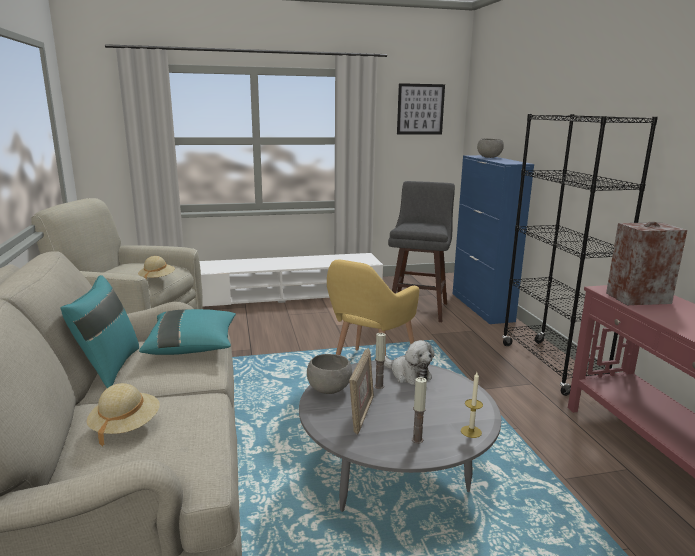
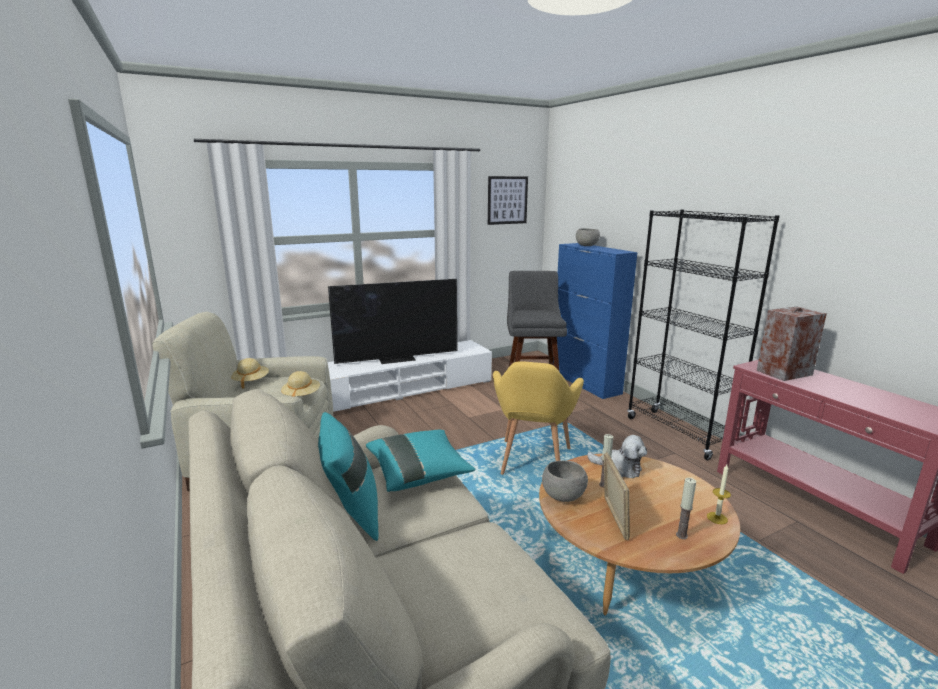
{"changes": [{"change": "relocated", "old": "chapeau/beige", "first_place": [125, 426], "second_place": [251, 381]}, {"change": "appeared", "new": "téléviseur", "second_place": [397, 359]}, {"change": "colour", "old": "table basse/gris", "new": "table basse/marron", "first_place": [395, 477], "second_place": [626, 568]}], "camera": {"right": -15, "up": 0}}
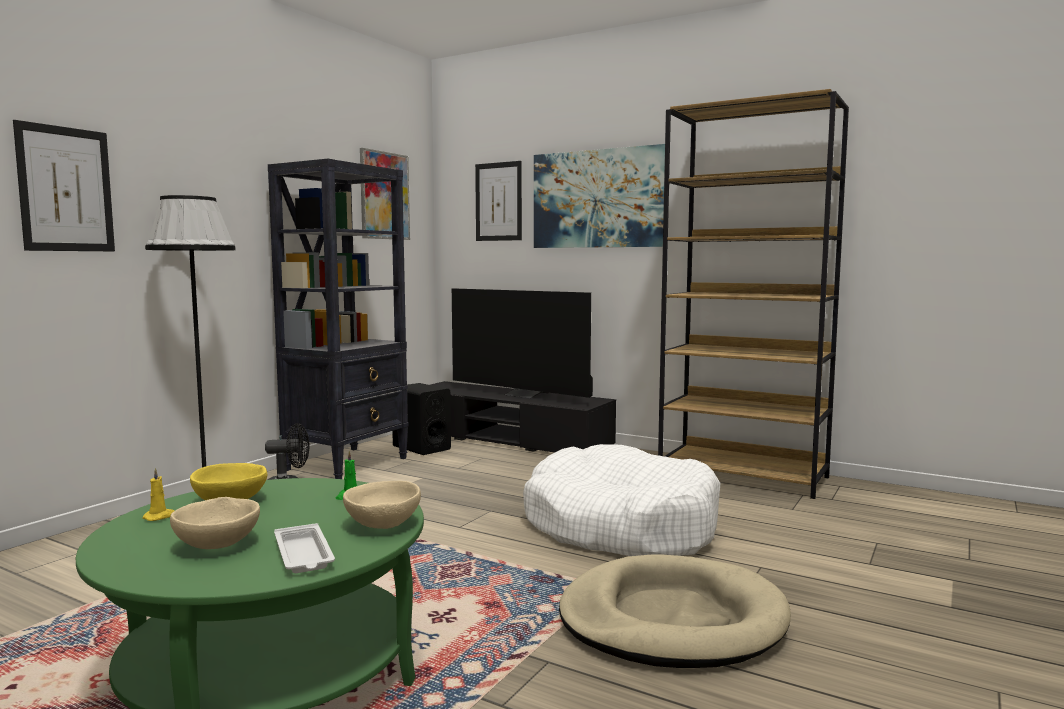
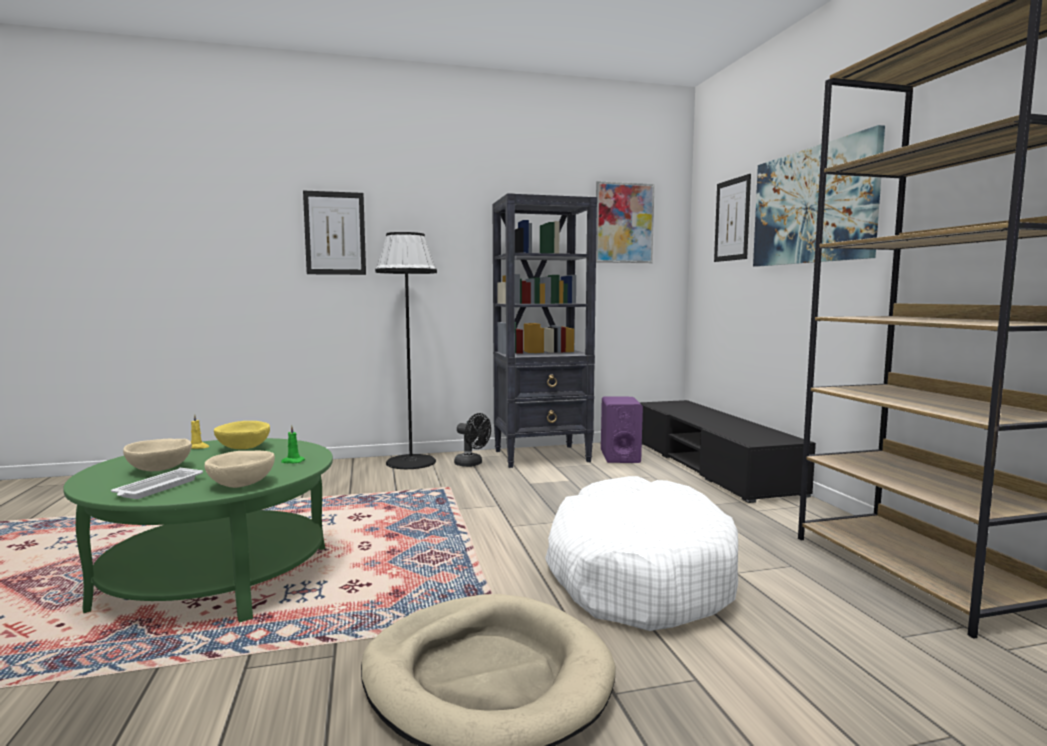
{"changes": [{"change": "colour", "old": "enceinte/noir", "new": "enceinte/violet", "first_place": [421, 447], "second_place": [620, 456]}, {"change": "missing", "old": "téléviseur", "first_place": [523, 395]}], "camera": {"right": 45, "up": 0}}
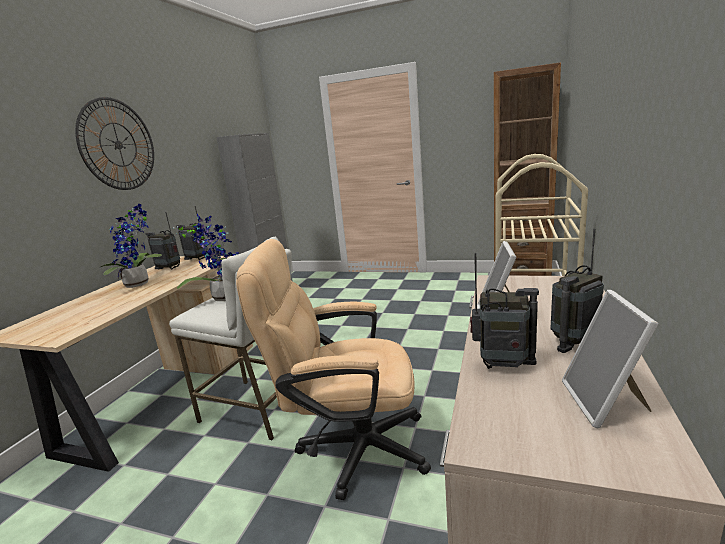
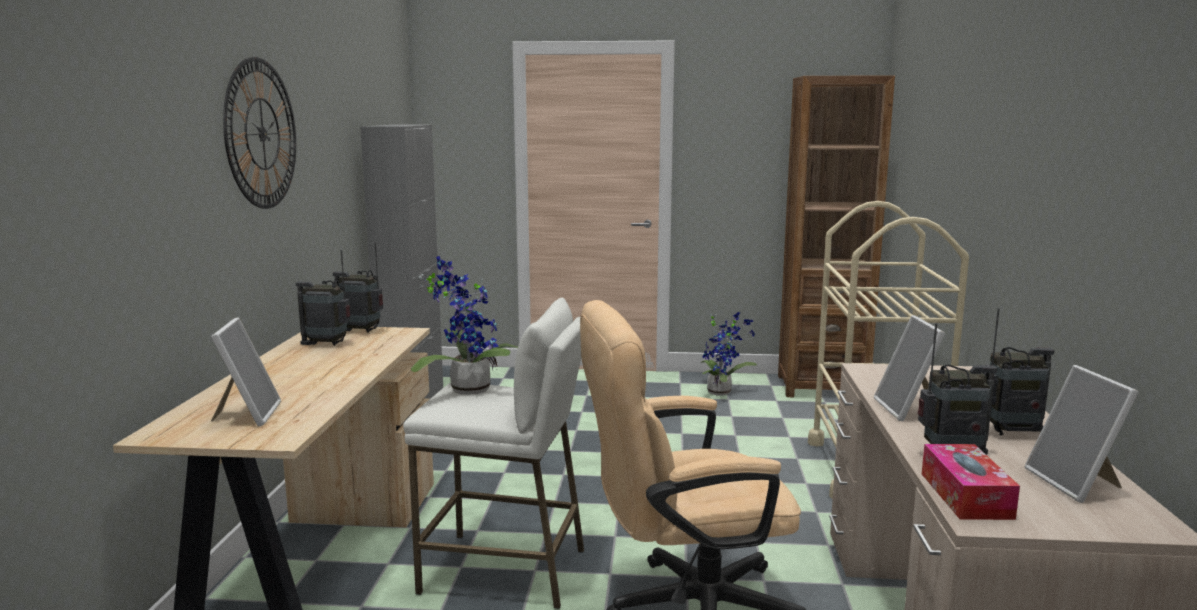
{"changes": [{"change": "appeared", "new": "cadre photo", "second_place": [247, 415]}, {"change": "relocated", "old": "plante en pot", "first_place": [140, 284], "second_place": [722, 392]}, {"change": "appeared", "new": "boîte à mouchoirs", "second_place": [965, 495]}, {"change": "spun", "old": "radio", "first_place": [573, 341], "second_place": [1011, 433], "degrees": -135}], "camera": {"right": -15, "up": -5}}
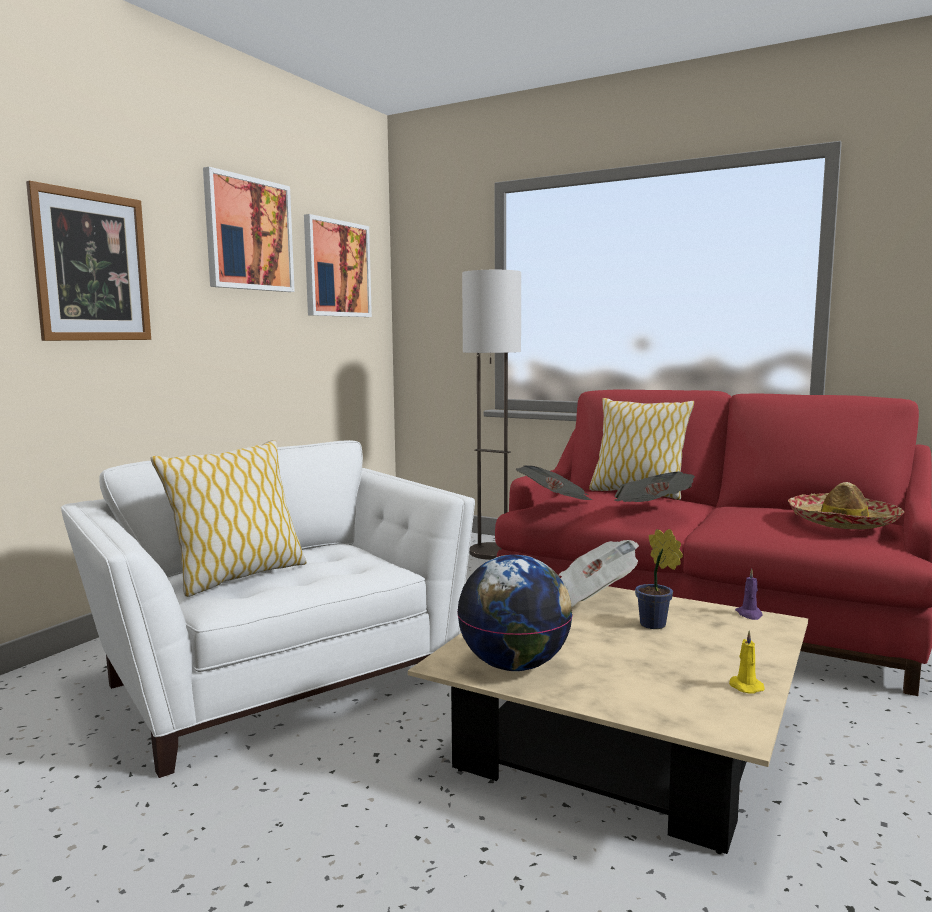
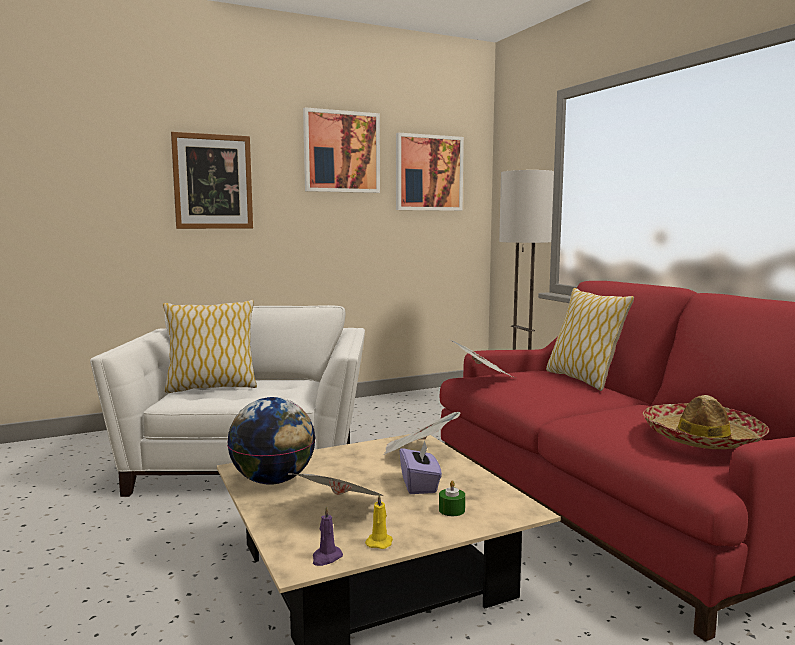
{"changes": [{"change": "relocated", "old": "journal", "first_place": [652, 510], "second_place": [342, 511]}, {"change": "relocated", "old": "bougie/violet", "first_place": [749, 614], "second_place": [326, 558]}, {"change": "exchanged", "old": "plante en pot", "new": "boîte à mouchoirs/violet", "first_place": [656, 626], "second_place": [420, 485]}, {"change": "appeared", "new": "bougie/vert", "second_place": [451, 510]}], "camera": {"right": 35, "up": 0}}
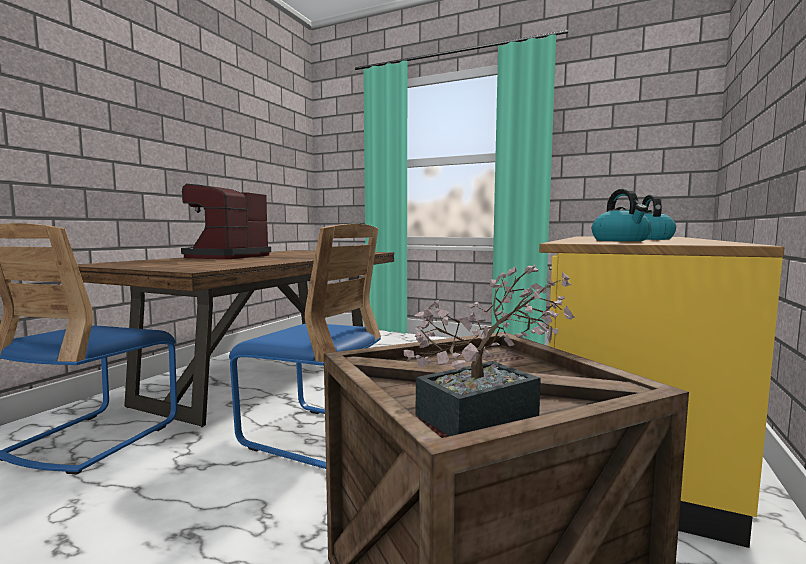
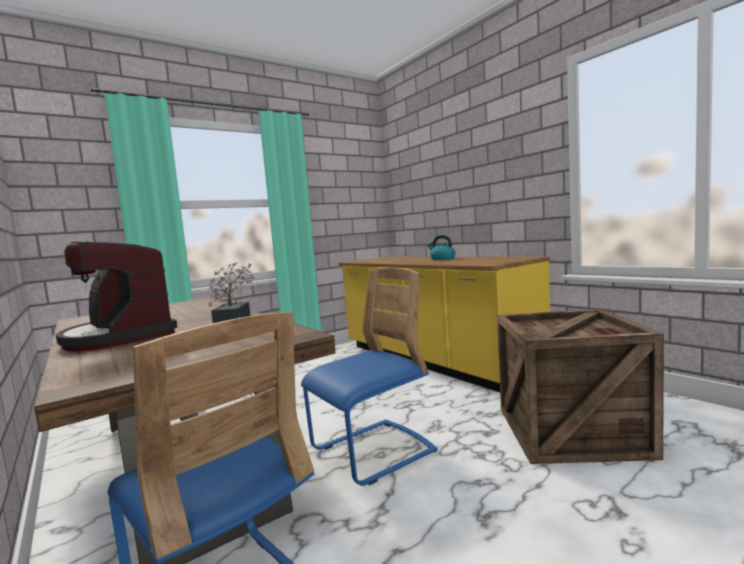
{"changes": [{"change": "relocated", "old": "plante en pot", "first_place": [489, 412], "second_place": [234, 319]}, {"change": "missing", "old": "bouilloire", "first_place": [621, 240]}], "camera": {"right": -60, "up": 0}}
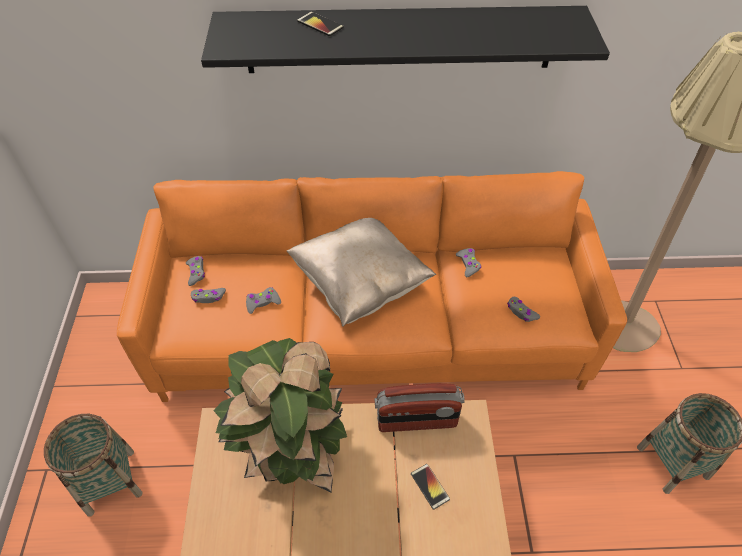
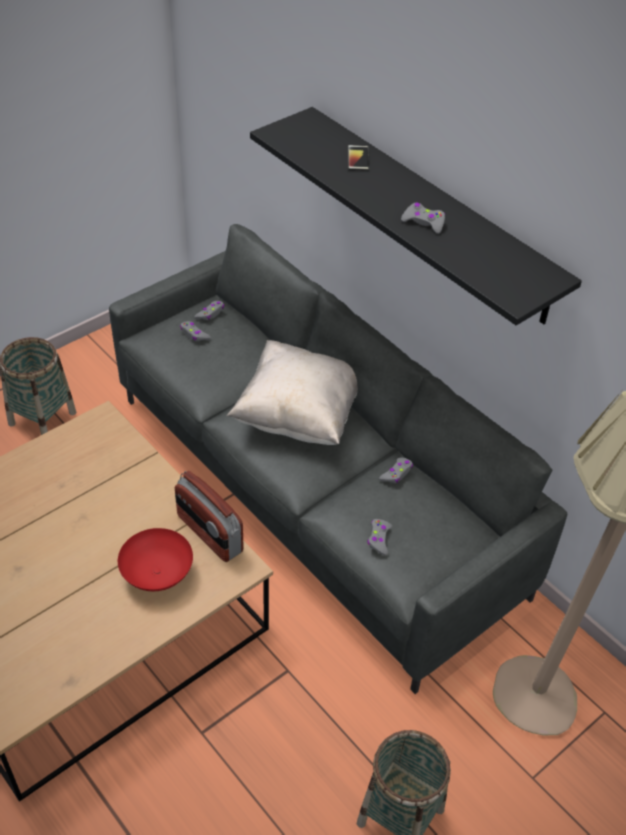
{"changes": [{"change": "colour", "old": "canapé/orange", "new": "canapé/gris", "first_place": [371, 339], "second_place": [311, 495]}, {"change": "exchanged", "old": "téléphone", "new": "bol/rouge", "first_place": [430, 486], "second_place": [156, 574]}, {"change": "relocated", "old": "manette/gris", "first_place": [262, 302], "second_place": [423, 222]}, {"change": "missing", "old": "plante en pot", "first_place": [293, 453]}], "camera": {"right": 50, "up": -5}}
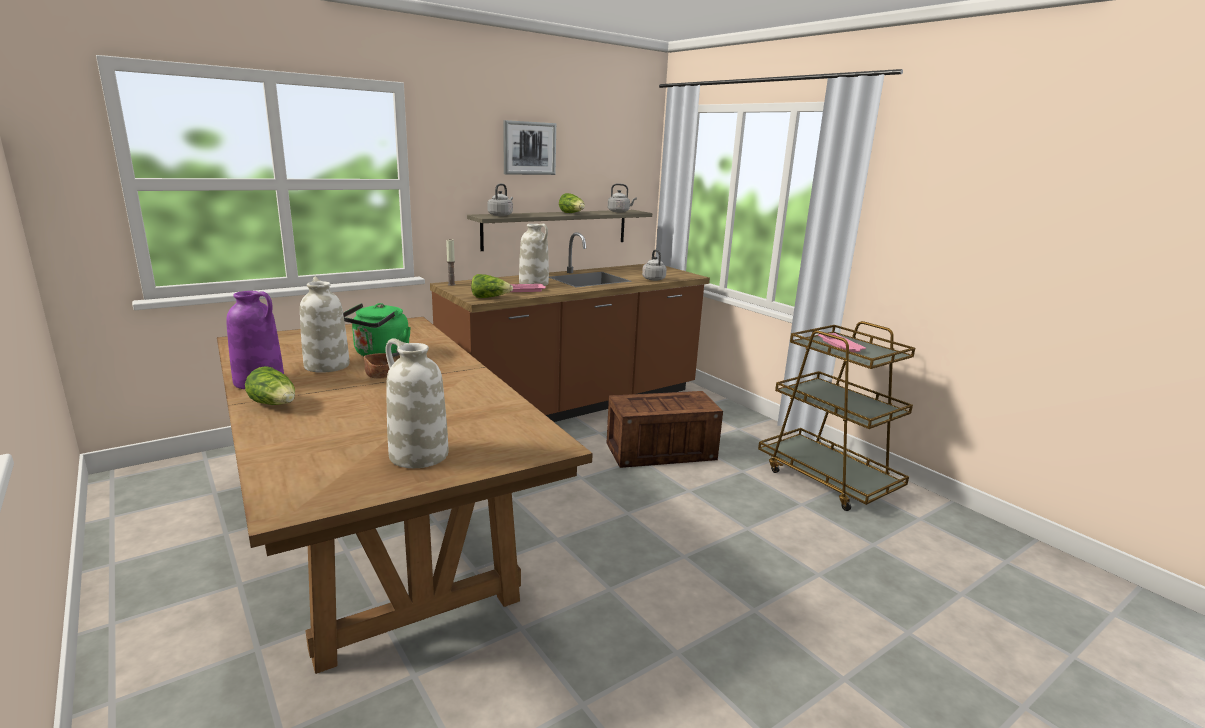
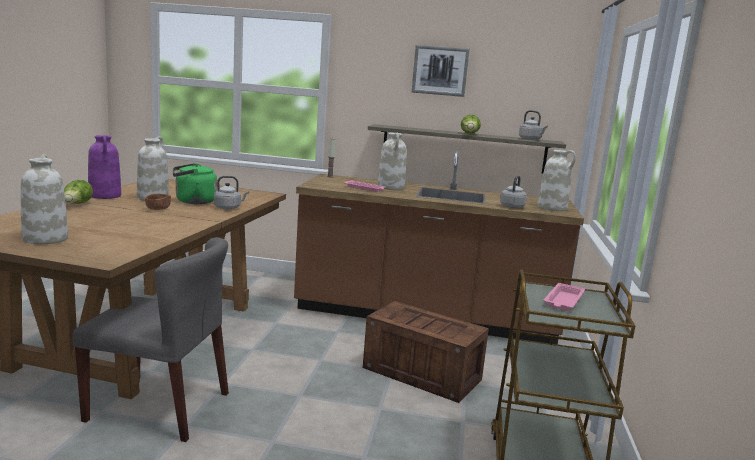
{"changes": [{"change": "appeared", "new": "chaise/gris", "second_place": [160, 406]}, {"change": "relocated", "old": "bouilloire/gris", "first_place": [501, 215], "second_place": [229, 208]}, {"change": "appeared", "new": "vase/blanc", "second_place": [552, 208]}, {"change": "missing", "old": "laitue", "first_place": [490, 298]}], "camera": {"right": 45, "up": -5}}
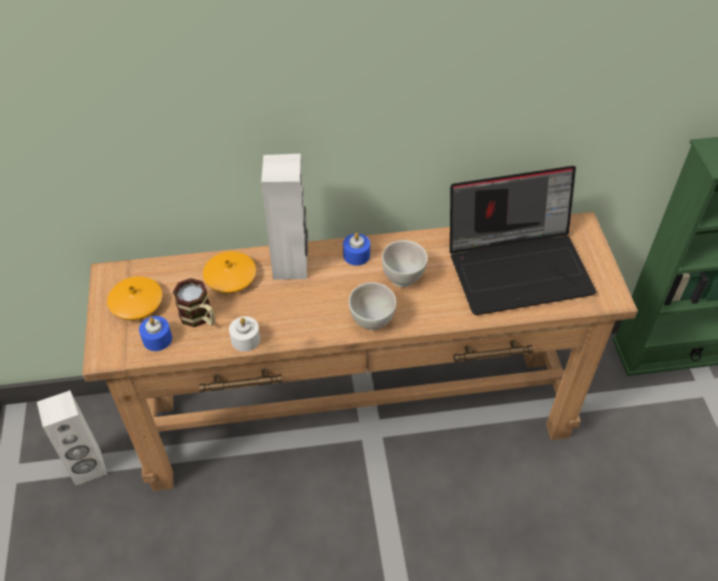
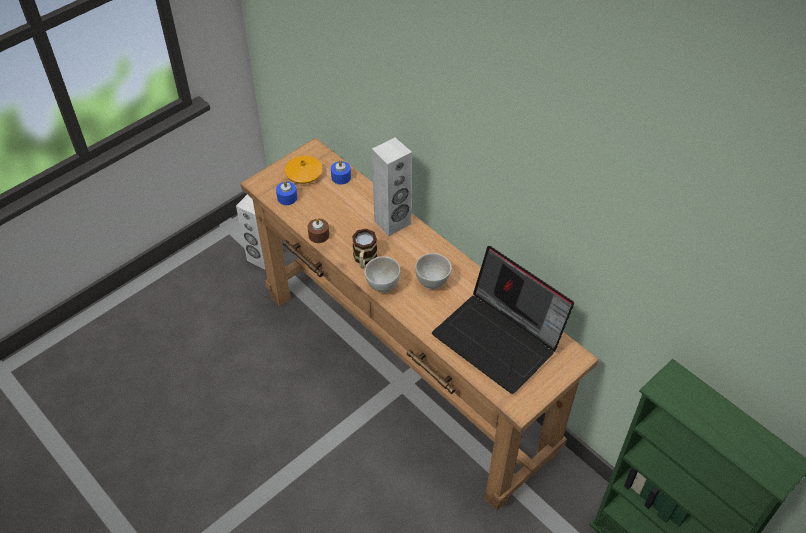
{"changes": [{"change": "colour", "old": "bougie/blanc", "new": "bougie/marron", "first_place": [245, 339], "second_place": [319, 235]}, {"change": "relocated", "old": "bougie/bleu", "first_place": [356, 255], "second_place": [341, 177]}, {"change": "relocated", "old": "mug", "first_place": [200, 318], "second_place": [364, 259]}, {"change": "missing", "old": "vase/orange", "first_place": [230, 277]}], "camera": {"right": 55, "up": 0}}
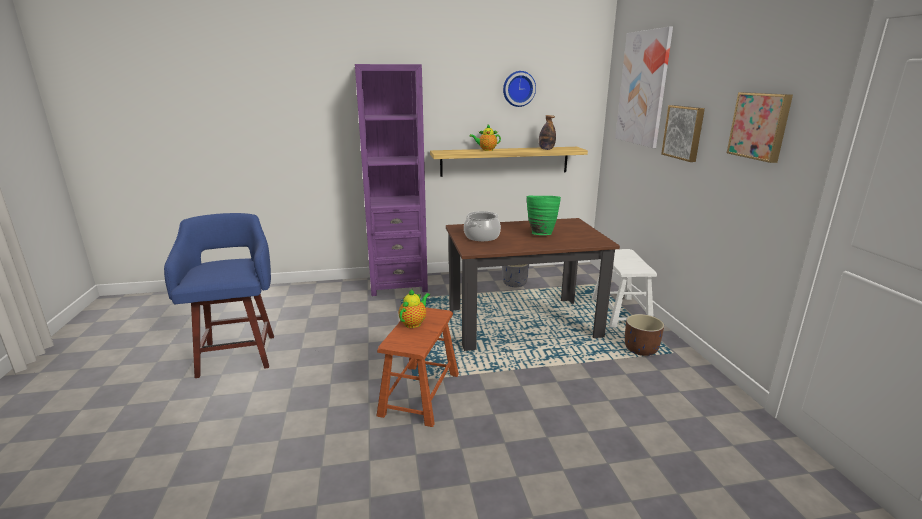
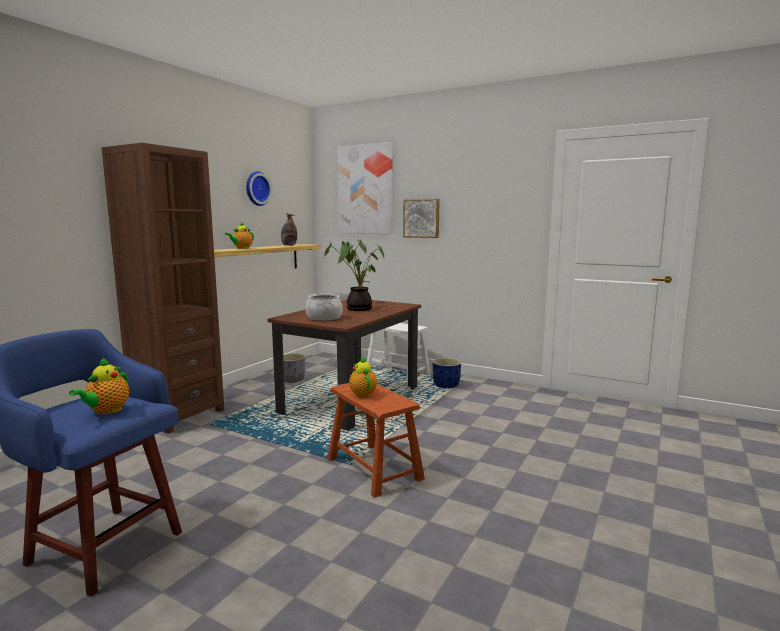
{"changes": [{"change": "appeared", "new": "théière", "second_place": [106, 411]}, {"change": "colour", "old": "bibliothèque/violet", "new": "bibliothèque/marron", "first_place": [398, 284], "second_place": [178, 415]}, {"change": "exchanged", "old": "vase/vert", "new": "plante en pot", "first_place": [540, 233], "second_place": [358, 308]}, {"change": "colour", "old": "cache-pot/marron", "new": "cache-pot/bleu", "first_place": [640, 350], "second_place": [446, 385]}, {"change": "missing", "old": "tableau", "first_place": [760, 126]}], "camera": {"right": -50, "up": -10}}
